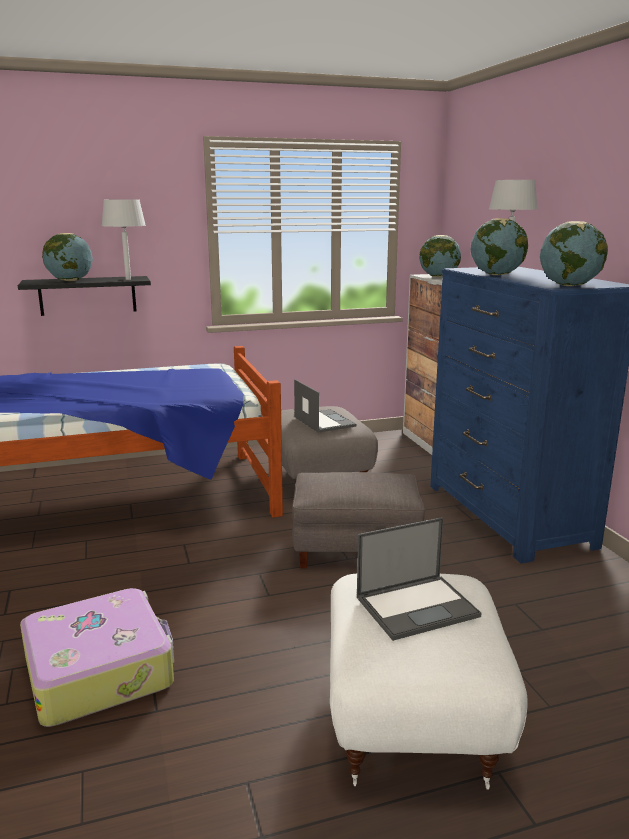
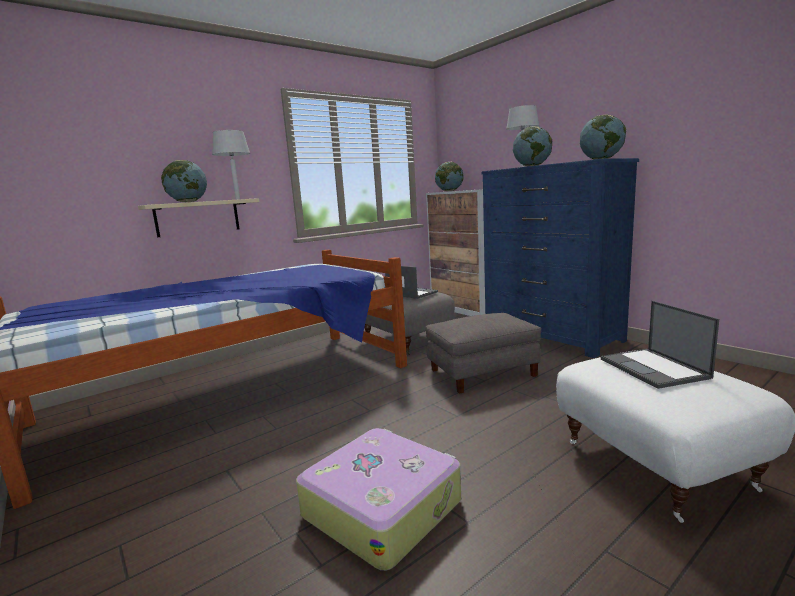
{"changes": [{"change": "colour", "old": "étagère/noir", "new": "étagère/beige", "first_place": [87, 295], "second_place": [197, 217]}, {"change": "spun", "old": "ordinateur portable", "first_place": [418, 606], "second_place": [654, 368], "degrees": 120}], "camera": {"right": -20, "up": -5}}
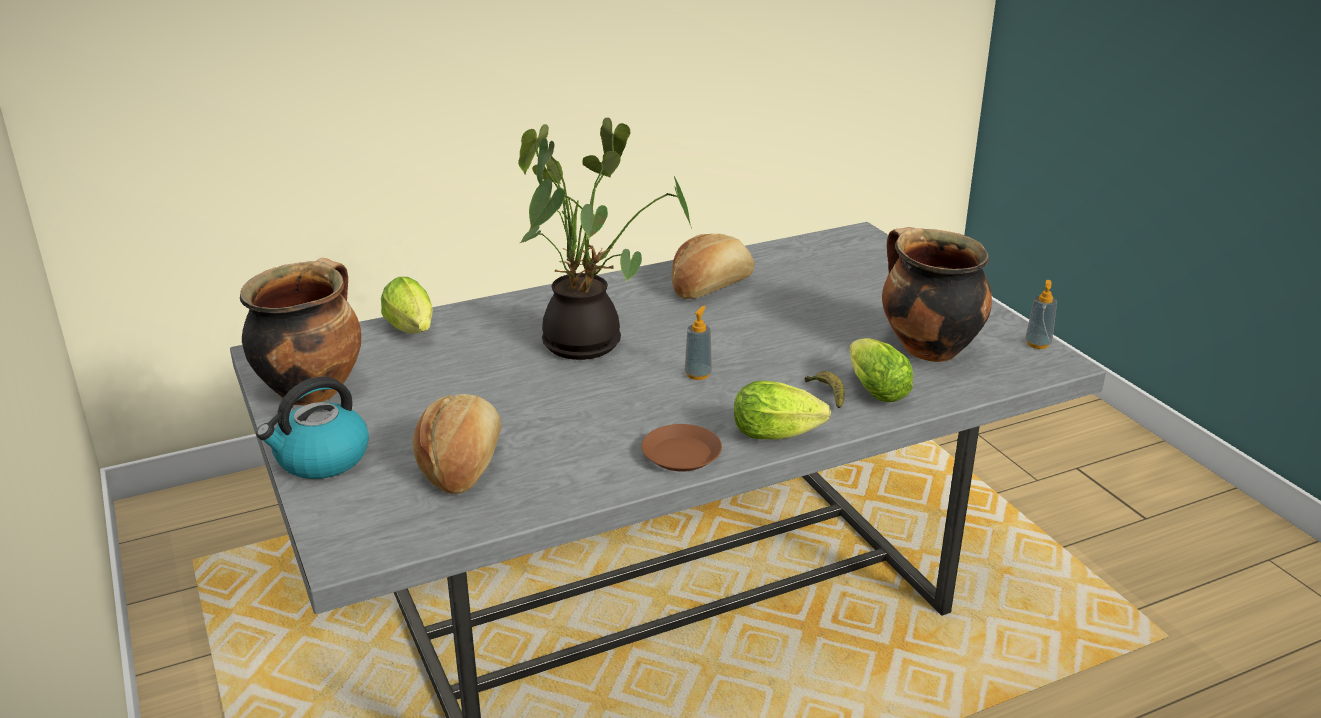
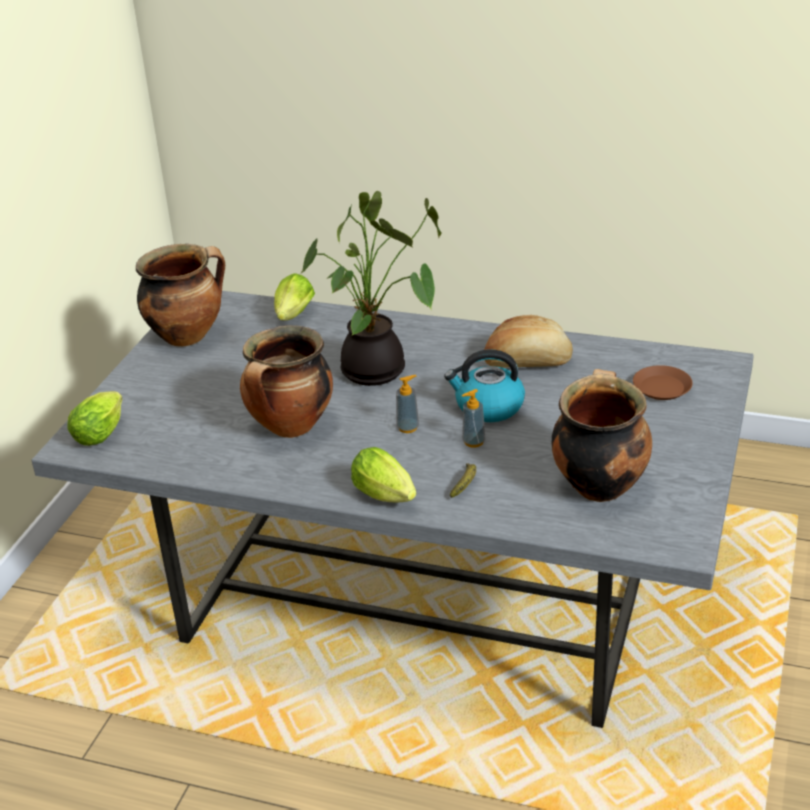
{"changes": [{"change": "relocated", "old": "laitue", "first_place": [873, 389], "second_place": [102, 432]}, {"change": "appeared", "new": "marmite", "second_place": [291, 427]}, {"change": "relocated", "old": "bouilloire", "first_place": [321, 459], "second_place": [488, 407]}, {"change": "relocated", "old": "distributeur de savon", "first_place": [1037, 344], "second_place": [473, 442]}, {"change": "relocated", "old": "assiette/marron", "first_place": [681, 454], "second_place": [662, 388]}, {"change": "missing", "old": "pain", "first_place": [462, 464]}], "camera": {"right": 45, "up": 5}}
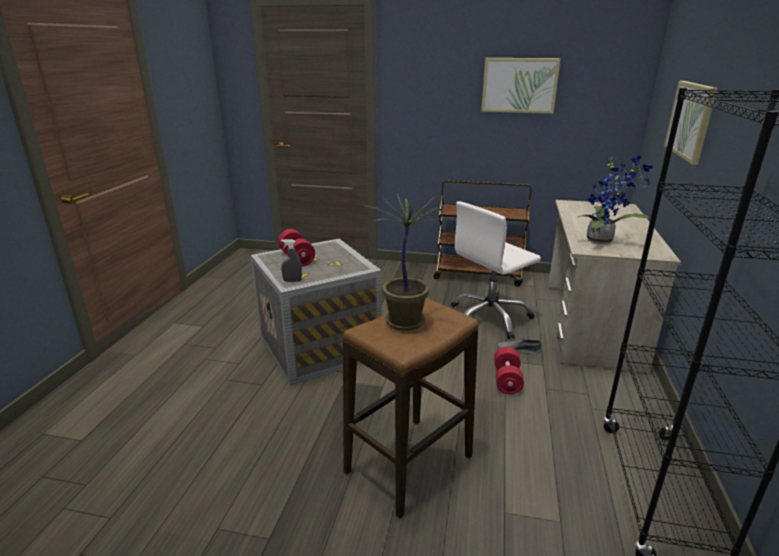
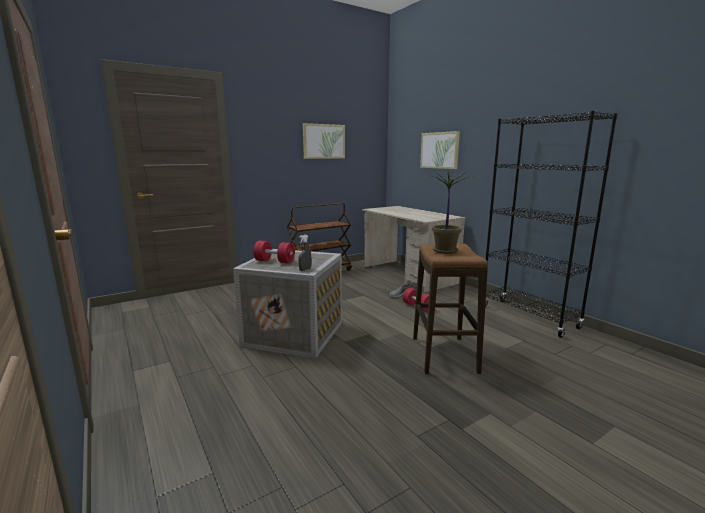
{"changes": [{"change": "missing", "old": "chaise de bureau/blanc", "first_place": [489, 318]}, {"change": "missing", "old": "plante en pot", "first_place": [603, 241]}], "camera": {"right": -45, "up": -10}}
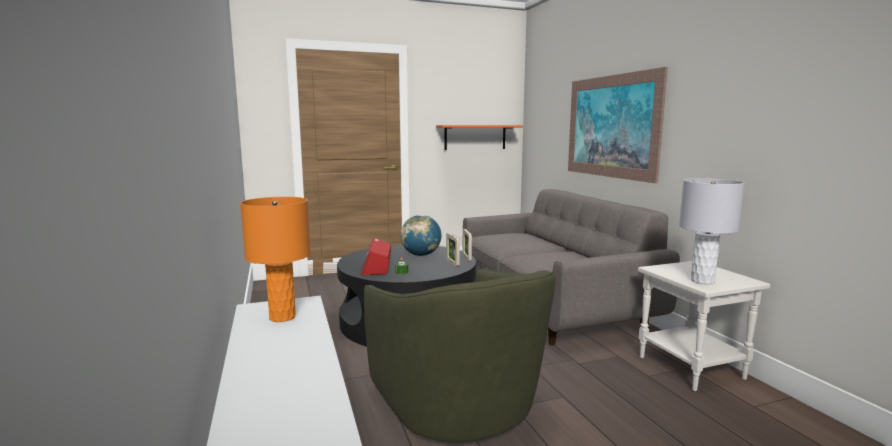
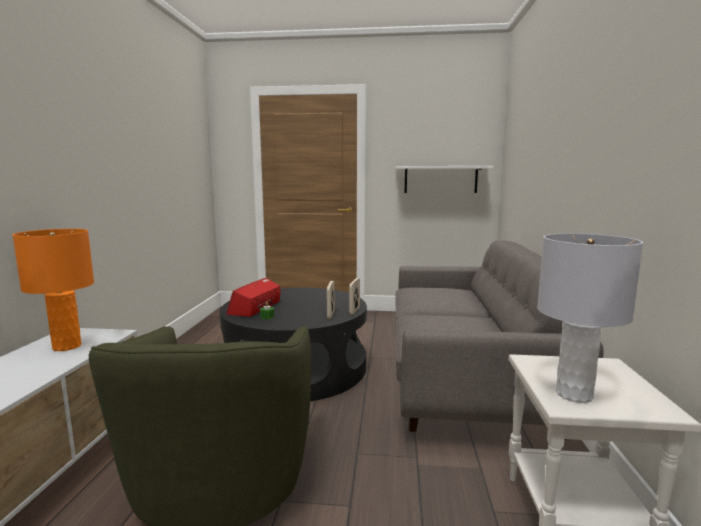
{"changes": [{"change": "colour", "old": "étagère/orange", "new": "étagère/blanc", "first_place": [475, 137], "second_place": [440, 179]}, {"change": "missing", "old": "globe", "first_place": [421, 255]}, {"change": "missing", "old": "tableau", "first_place": [611, 126]}], "camera": {"right": 25, "up": 0}}
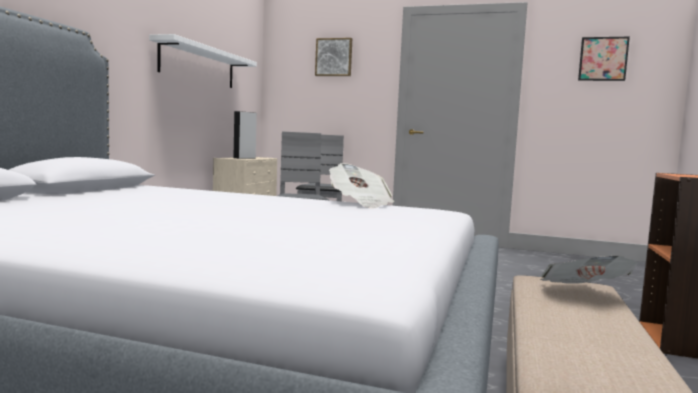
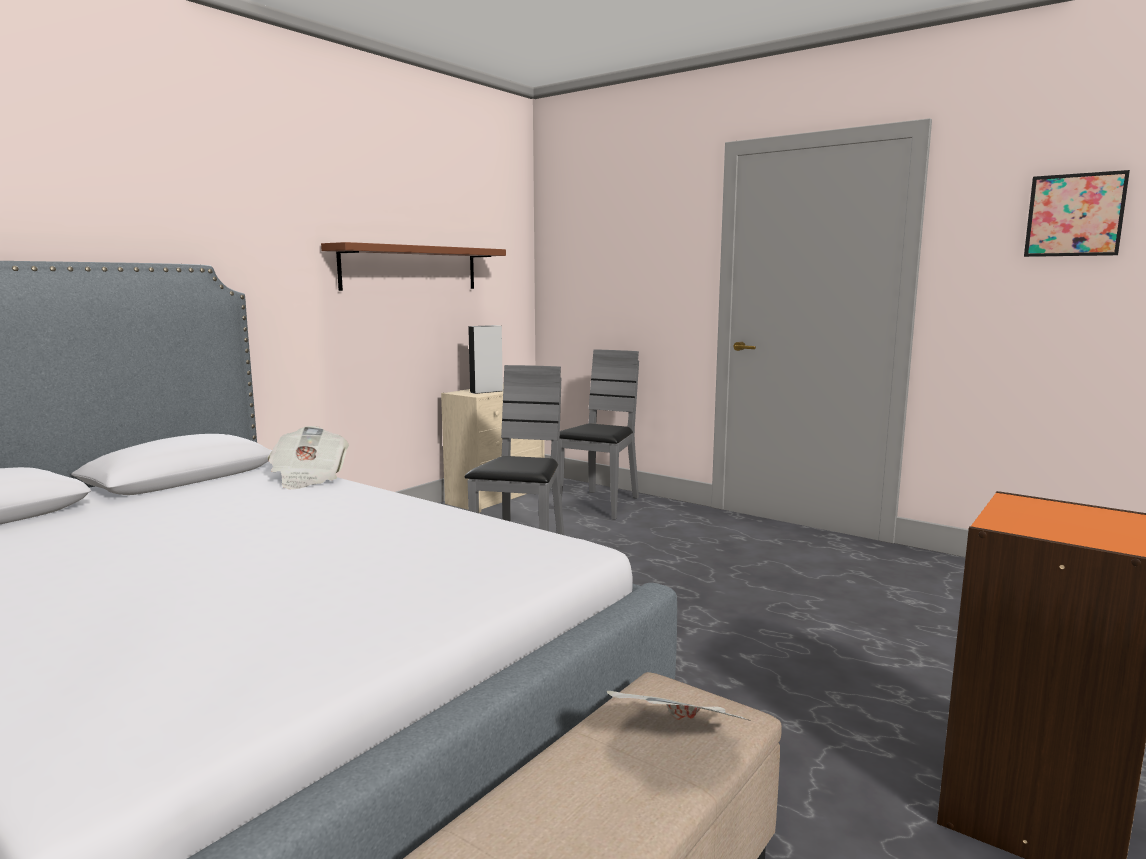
{"changes": [{"change": "relocated", "old": "journal", "first_place": [360, 203], "second_place": [308, 478]}, {"change": "colour", "old": "étagère/blanc", "new": "étagère/marron", "first_place": [198, 65], "second_place": [411, 268]}, {"change": "missing", "old": "tableau", "first_place": [334, 57]}], "camera": {"right": 20, "up": 5}}
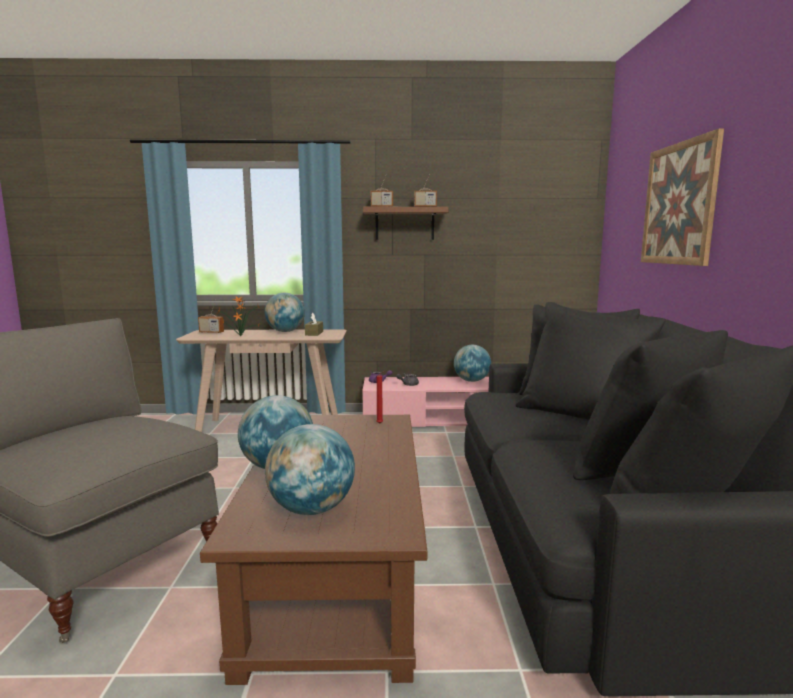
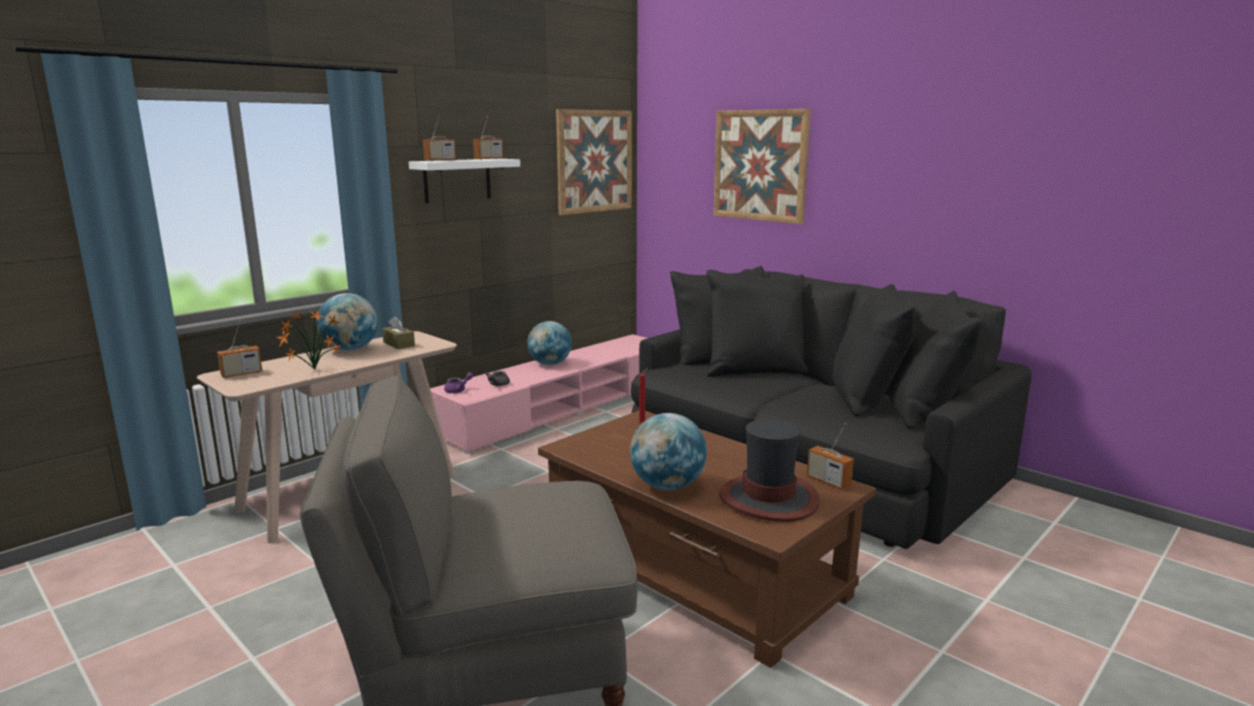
{"changes": [{"change": "colour", "old": "étagère/marron", "new": "étagère/blanc", "first_place": [404, 224], "second_place": [457, 180]}, {"change": "appeared", "new": "tableau", "second_place": [594, 161]}, {"change": "exchanged", "old": "globe", "new": "chapeau", "first_place": [311, 509], "second_place": [769, 499]}, {"change": "appeared", "new": "radio", "second_place": [828, 481]}], "camera": {"right": -45, "up": 5}}
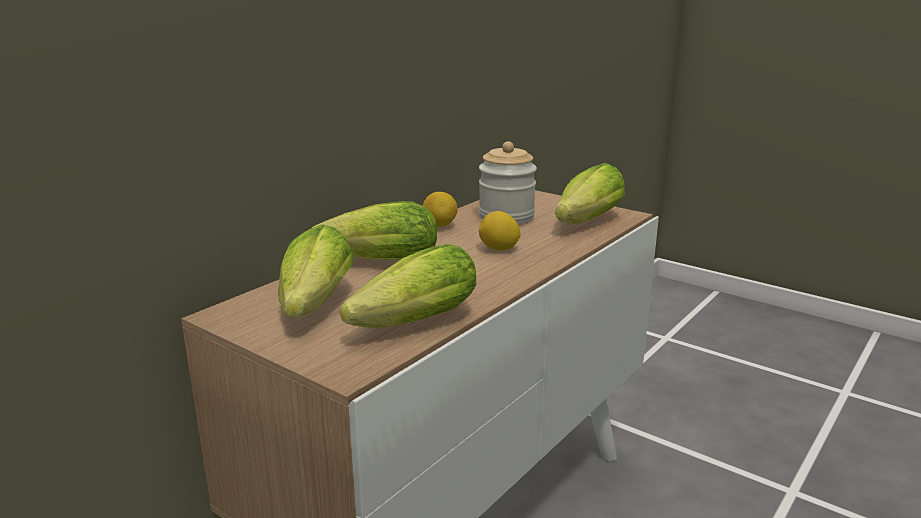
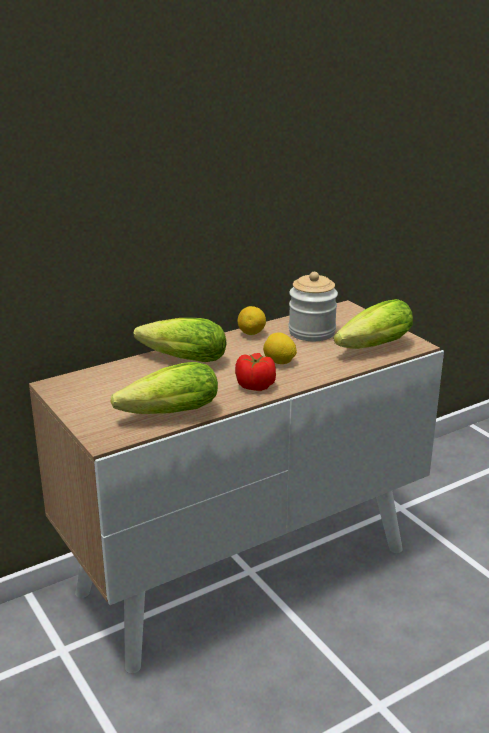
{"changes": [{"change": "appeared", "new": "tomate", "second_place": [255, 386]}, {"change": "missing", "old": "laitue", "first_place": [313, 308]}], "camera": {"right": 20, "up": 5}}
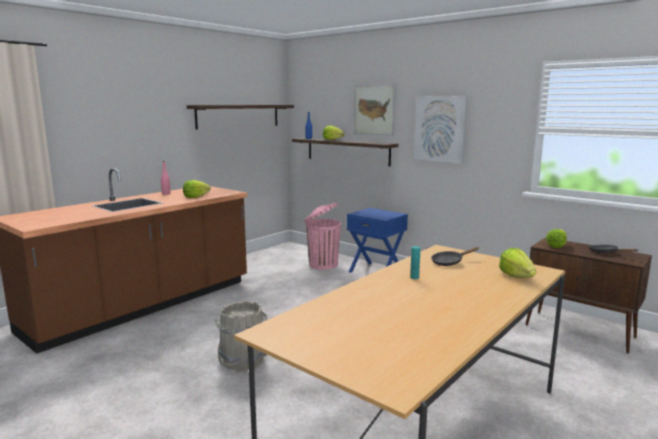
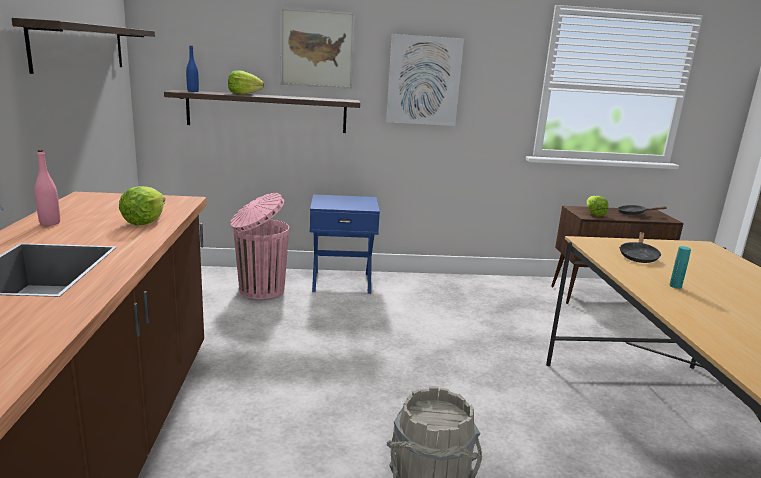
{"changes": [{"change": "missing", "old": "laitue", "first_place": [516, 276]}], "camera": {"right": -45, "up": 5}}
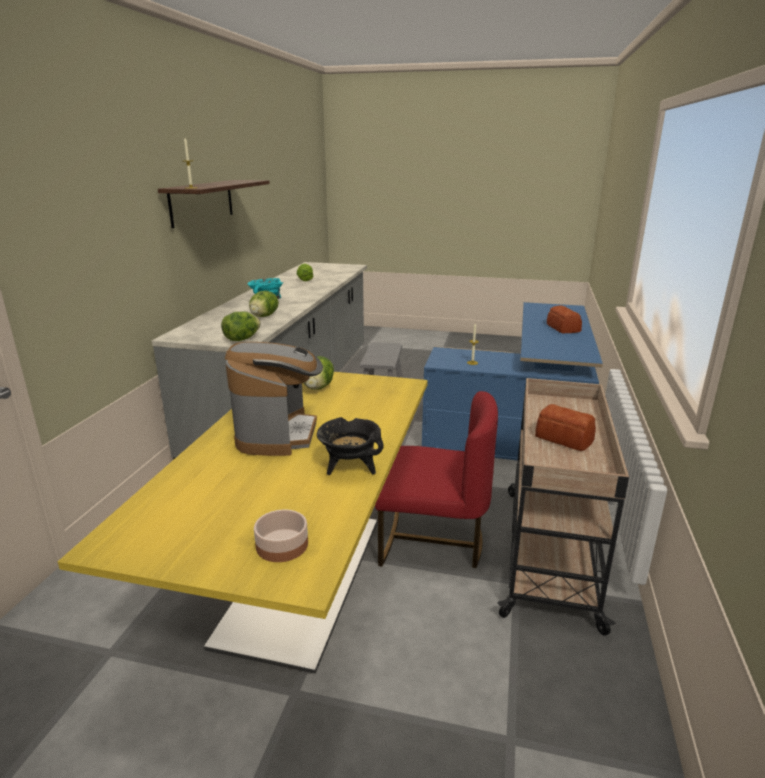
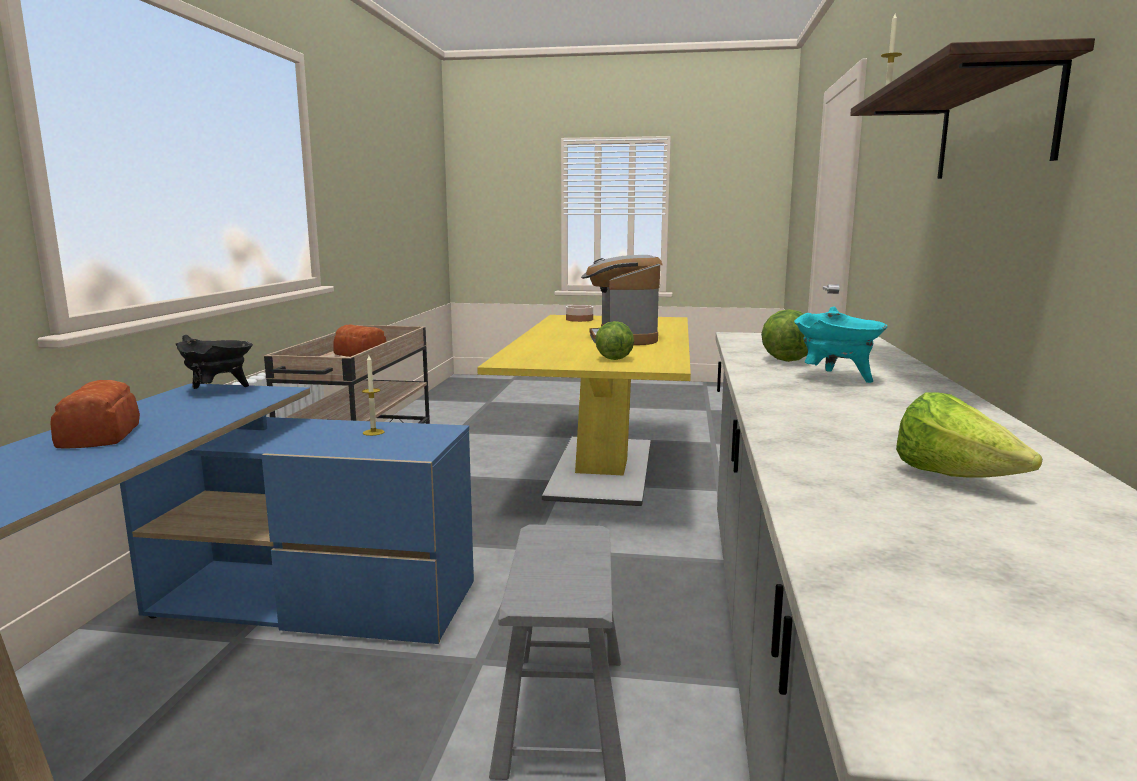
{"changes": [{"change": "relocated", "old": "marmite/noir", "first_place": [350, 468], "second_place": [218, 390]}, {"change": "missing", "old": "laitue", "first_place": [242, 339]}, {"change": "missing", "old": "chaise/rouge", "first_place": [432, 542]}], "camera": {"right": 175, "up": -10}}
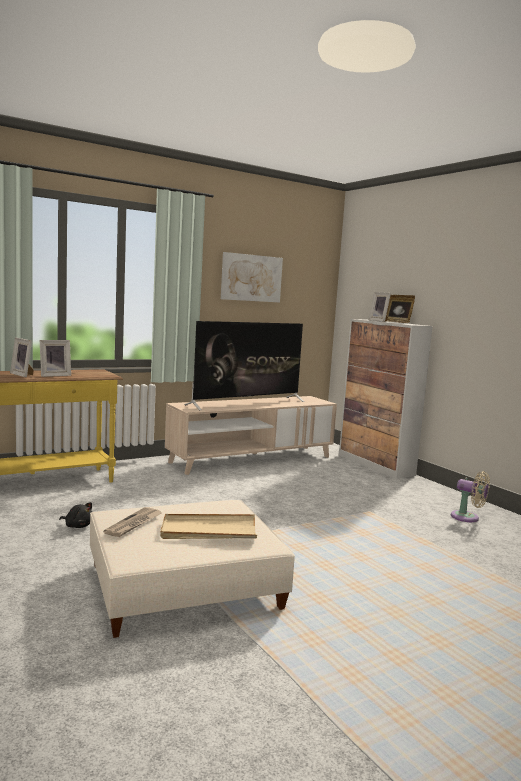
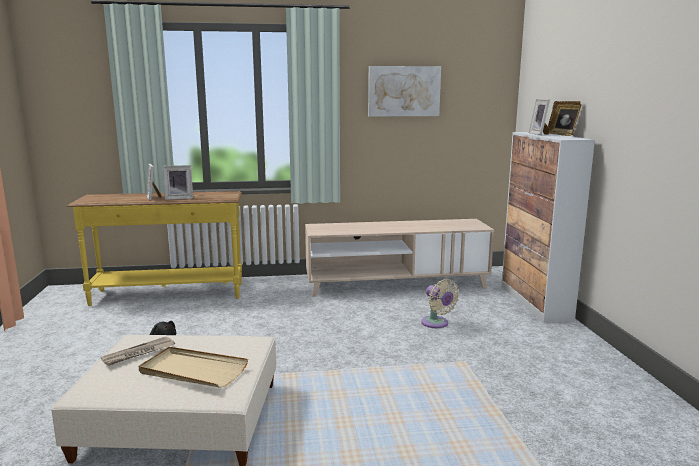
{"changes": [{"change": "relocated", "old": "ventilateur/beige", "first_place": [467, 518], "second_place": [436, 324]}, {"change": "missing", "old": "téléviseur", "first_place": [247, 403]}], "camera": {"right": 25, "up": 5}}
